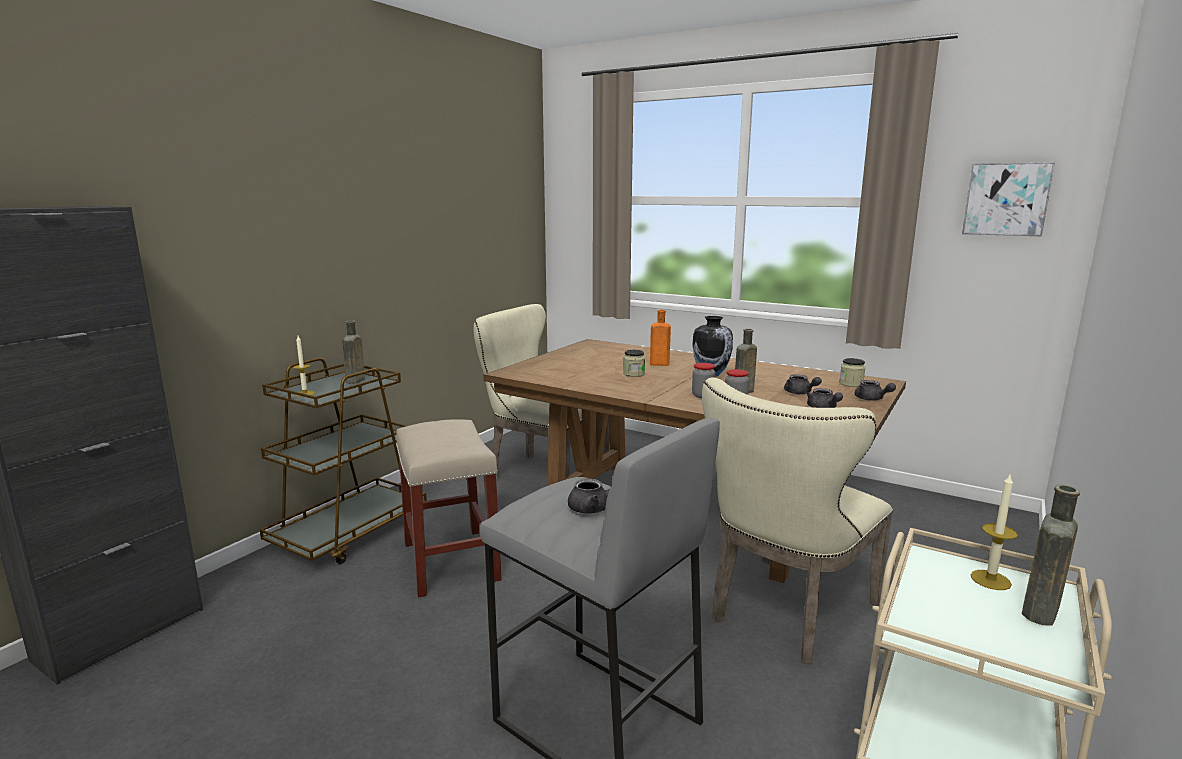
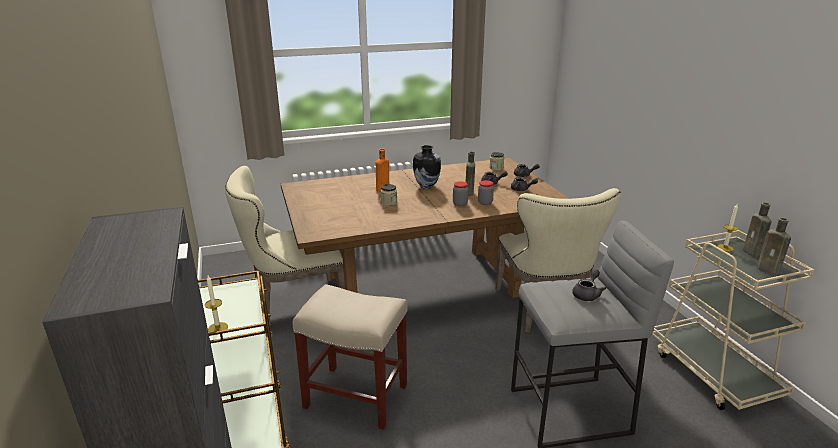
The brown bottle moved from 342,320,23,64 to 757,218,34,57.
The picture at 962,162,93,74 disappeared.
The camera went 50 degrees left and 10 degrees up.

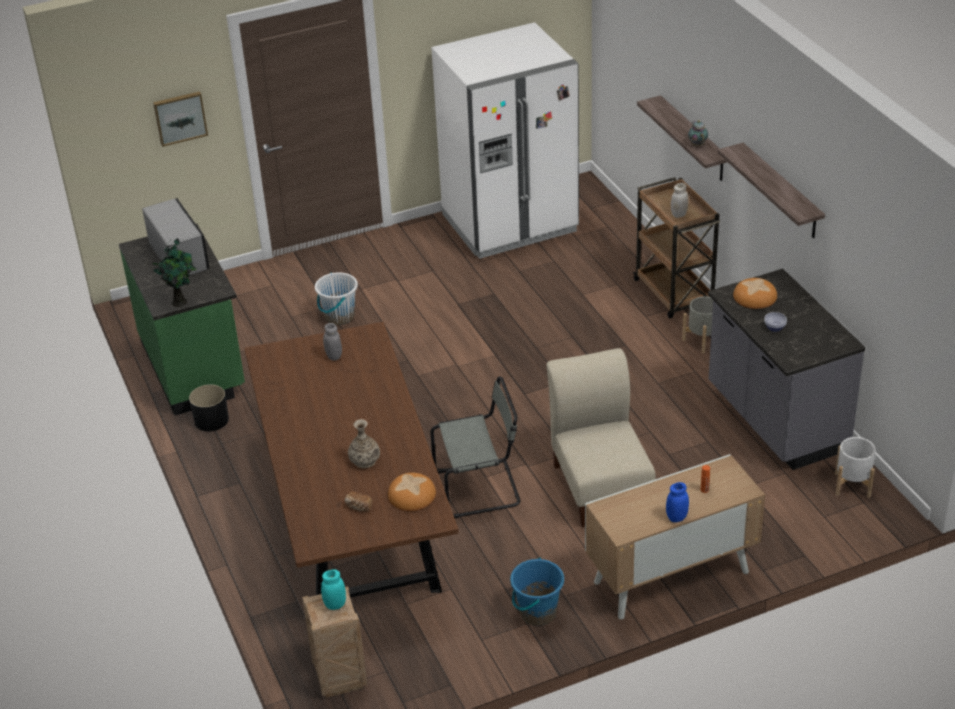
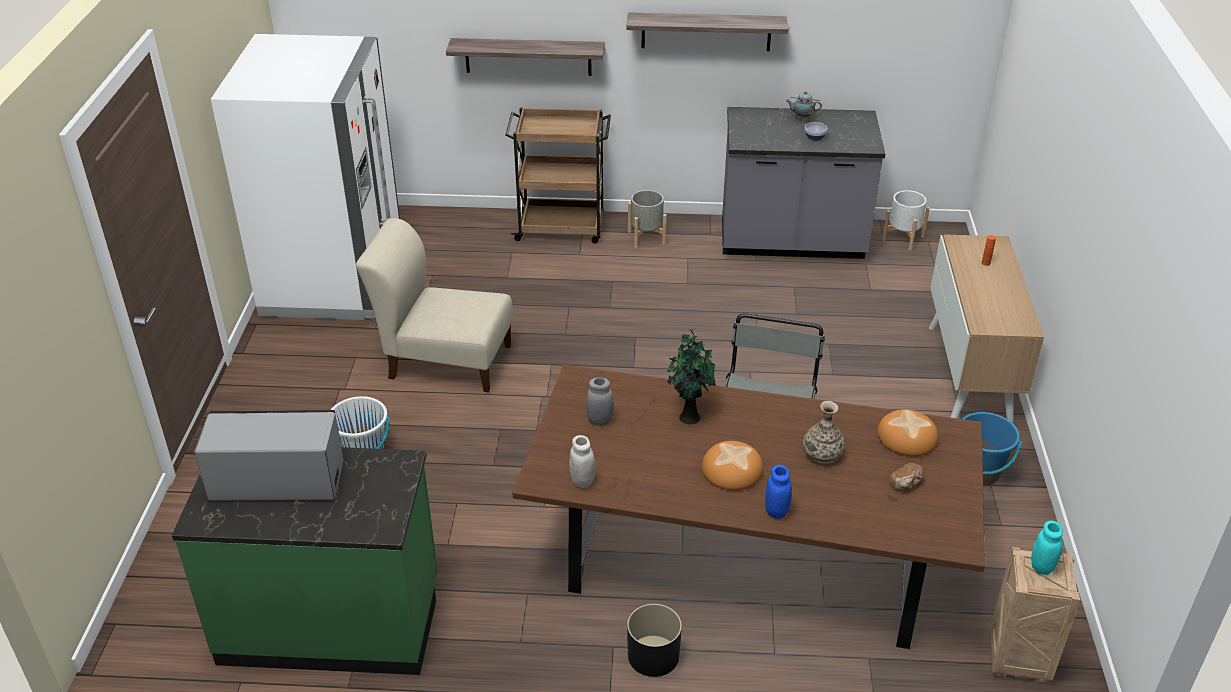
The beige chair moved from 547,348,108,179 to 356,218,157,174.
The white jar moved from 671,183,17,35 to 569,435,26,53.
The black planter moved from 189,384,40,48 to 627,604,55,73.
The potted plant moved from 152,238,45,69 to 667,328,49,96.
The bread moved from 733,278,44,31 to 702,441,61,49.
The blue jar moved from 666,482,23,40 to 765,465,27,54.
The teapot moved from 688,120,20,26 to 786,91,36,29.
The picture at 153,91,55,56 disappeared.
The camera went 65 degrees left and 0 degrees up.

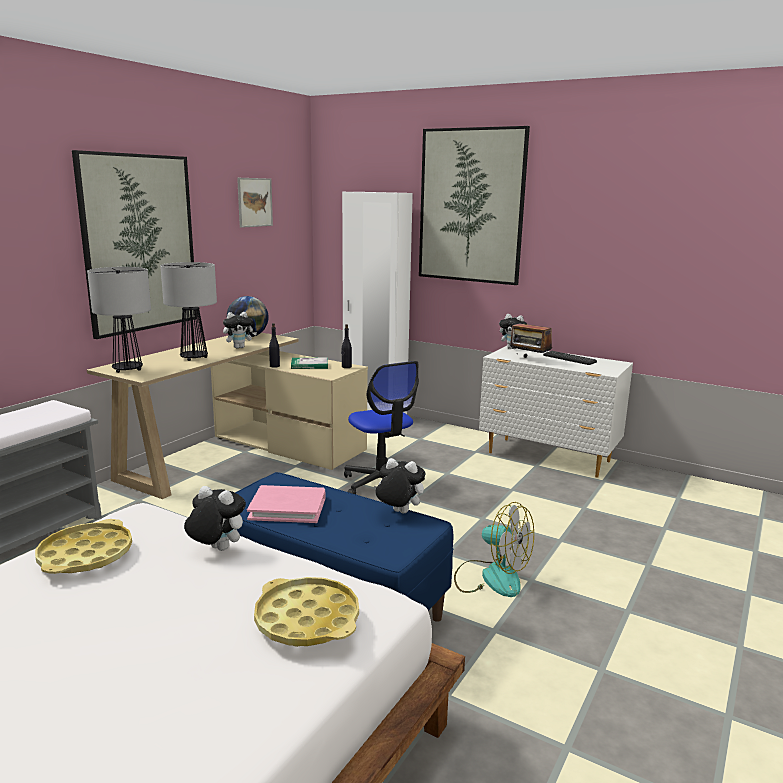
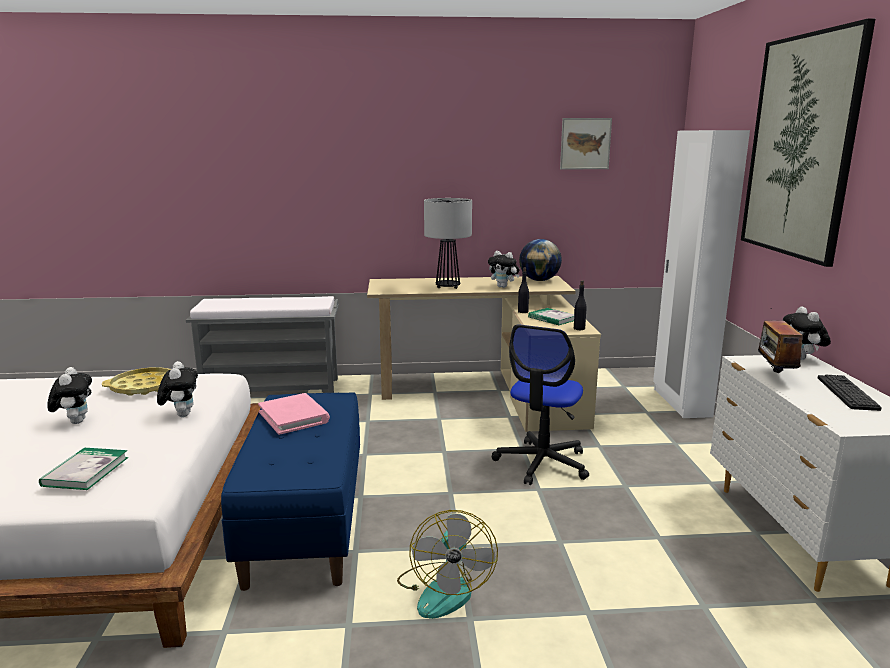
The yellow tray at 254,577,105,70 was replaced by the book at 39,447,89,43.
The plush toy moved from 374,458,51,55 to 48,367,44,57.
The picture at 72,150,126,189 disappeared.
The table lamp at 87,267,64,106 disappeared.
The camera went 55 degrees right and 0 degrees up.

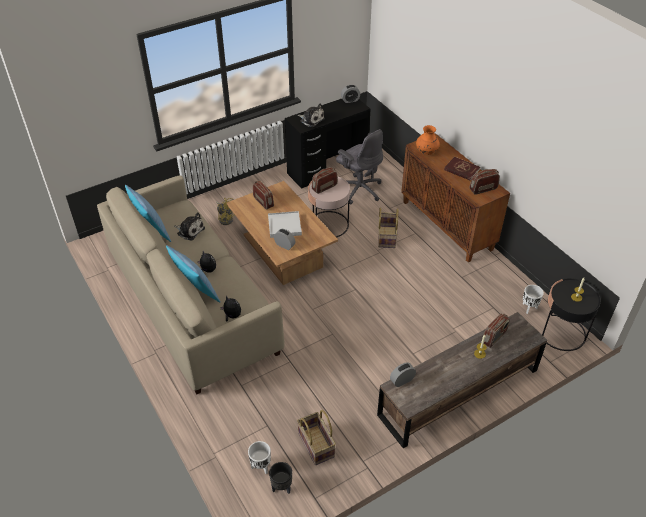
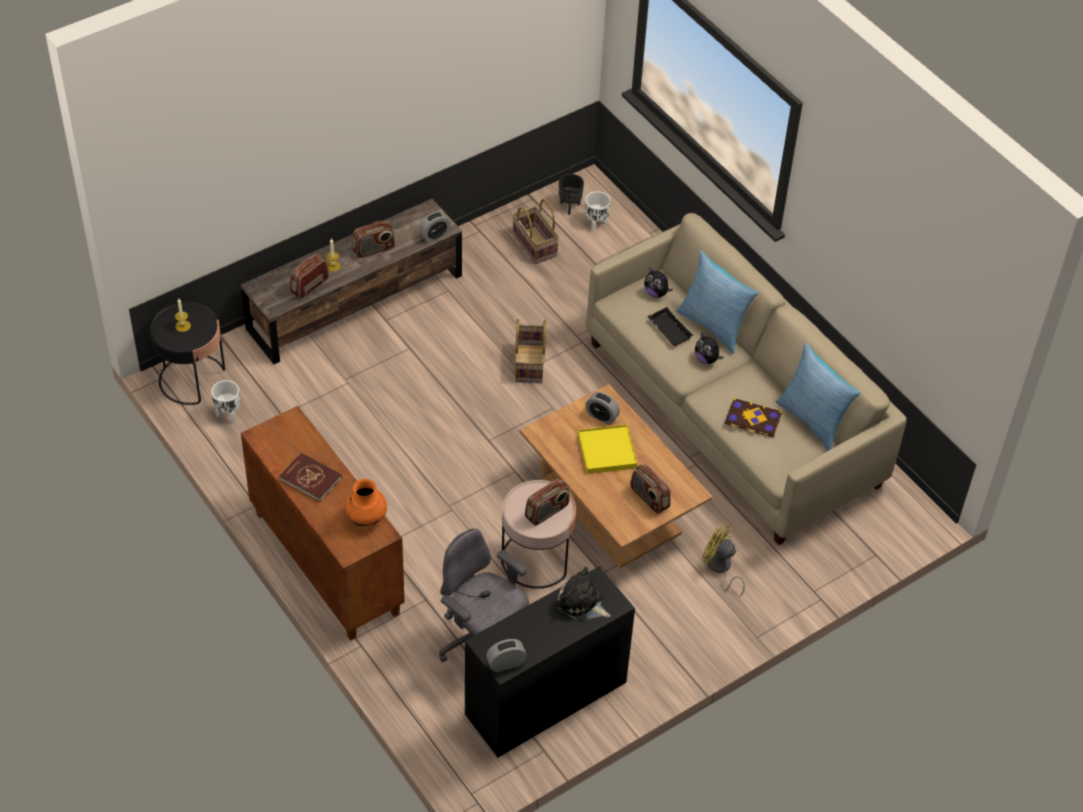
The radio moved from 469,169,30,26 to 352,221,43,37.
The basket moved from 378,207,20,41 to 515,319,31,64.
The white tray at 268,211,34,27 became the yellow tray at 578,425,59,49.
The black tray at 647,307,46,39 appeared.
The plush toy at 174,212,31,29 was replaced by the book at 725,398,57,40.
The camera went 175 degrees right and 5 degrees up.

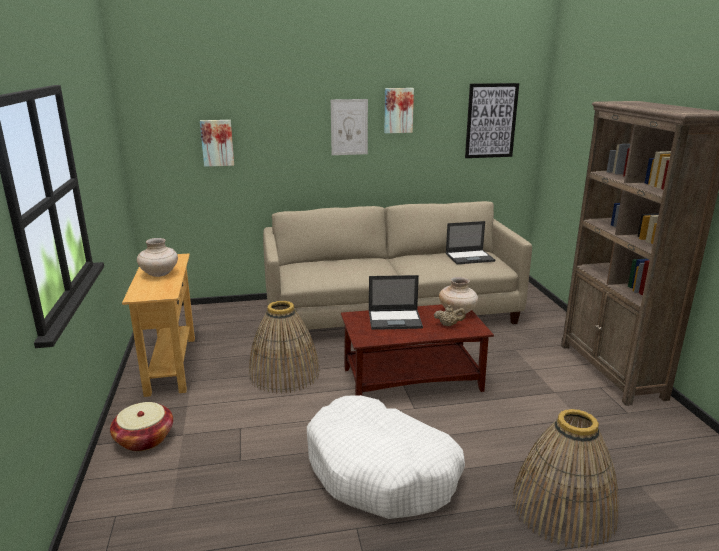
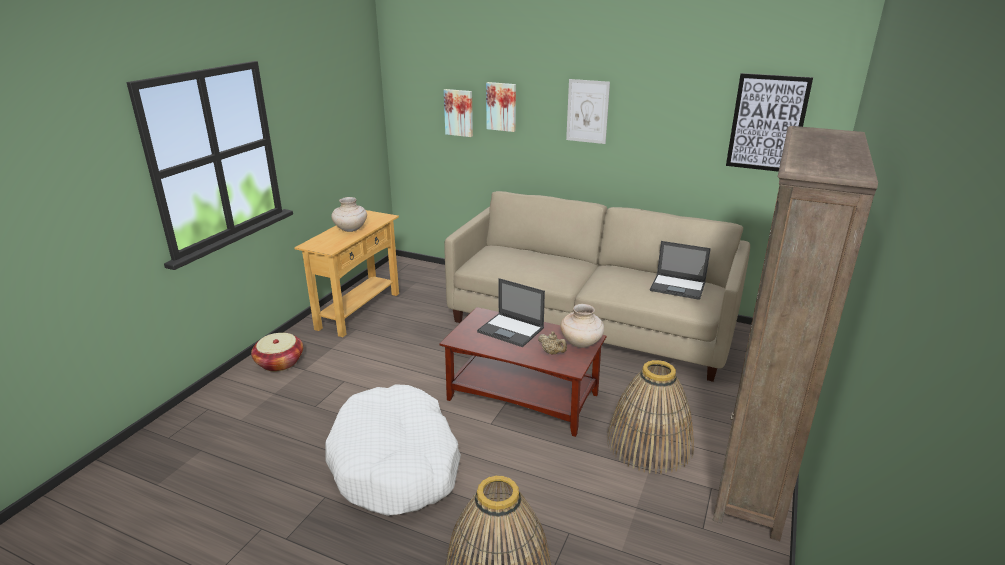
The picture moved from 384,88,30,45 to 486,82,30,50.
The basket moved from 249,301,71,92 to 607,360,87,114.
The camera went 35 degrees right and 5 degrees up.

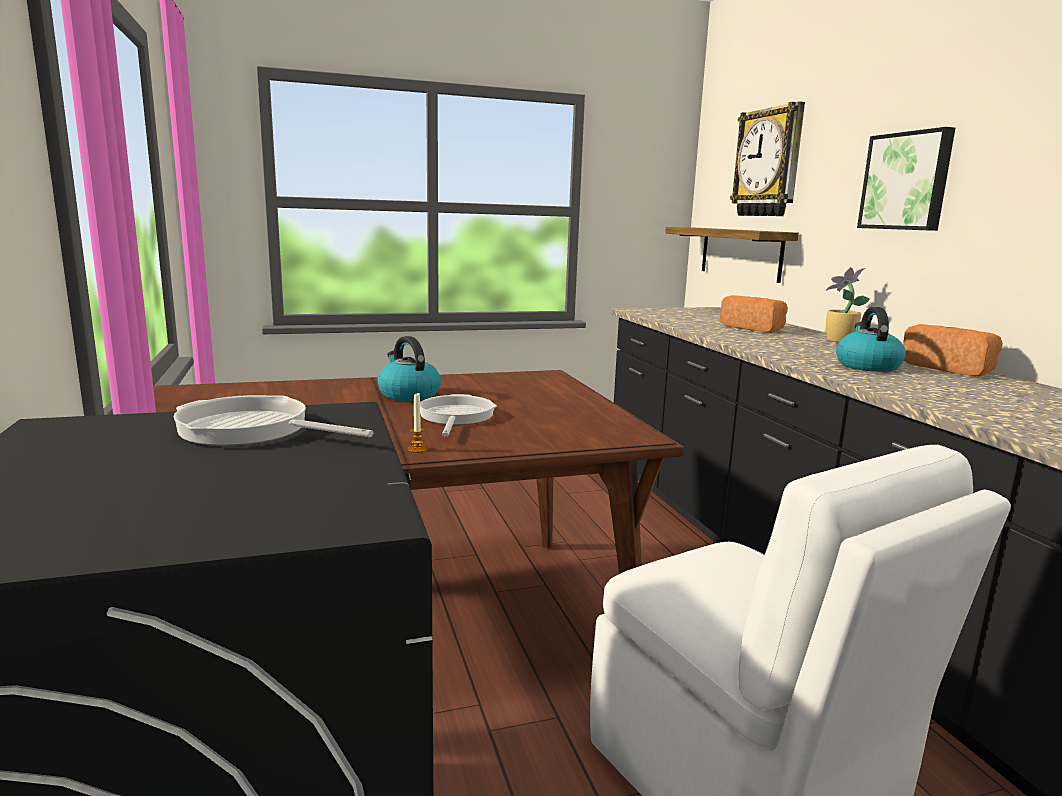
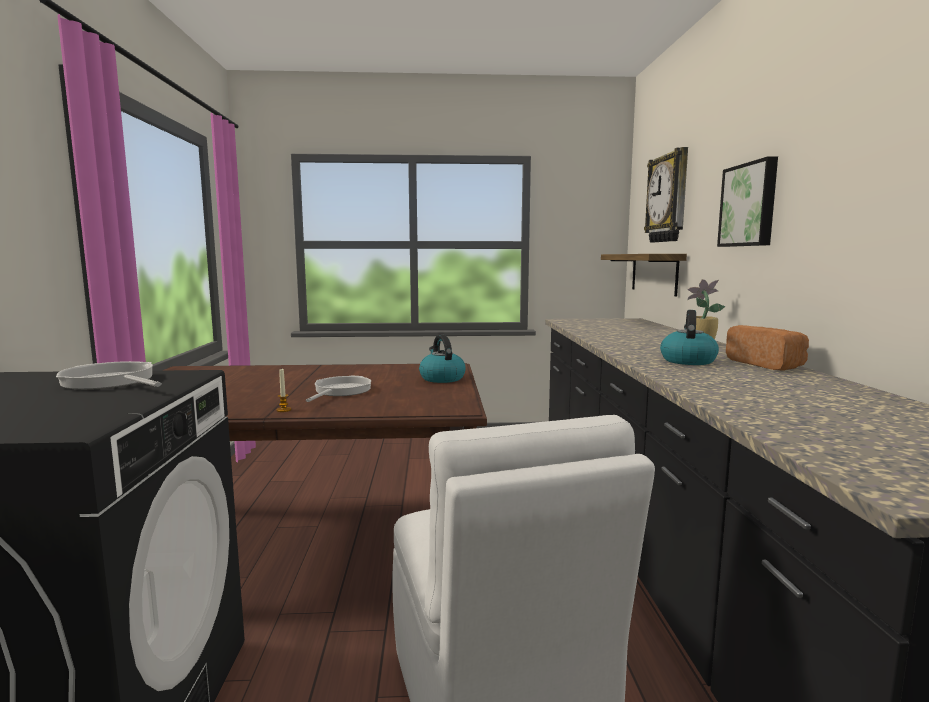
The kettle moved from 378,336,63,65 to 419,335,47,48.
The bread at 720,295,68,38 disappeared.
The camera went 15 degrees right and 5 degrees down.

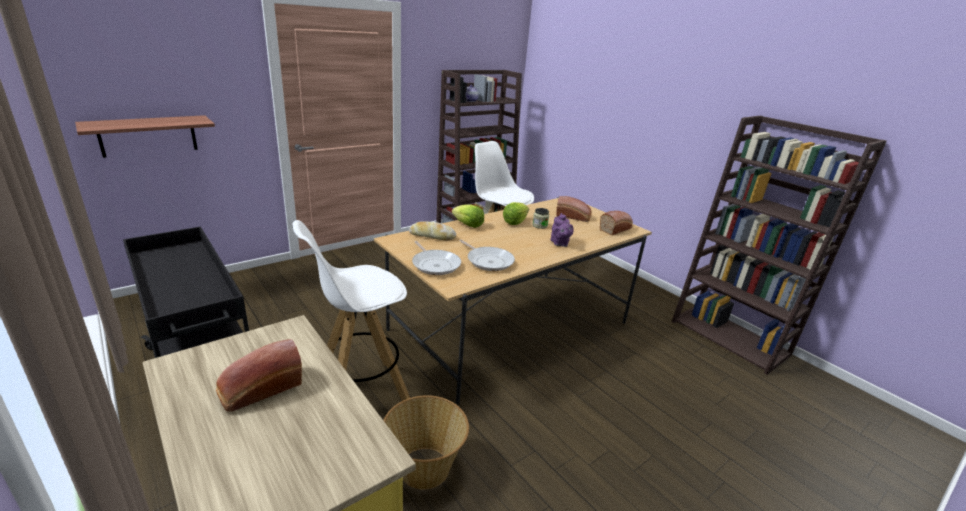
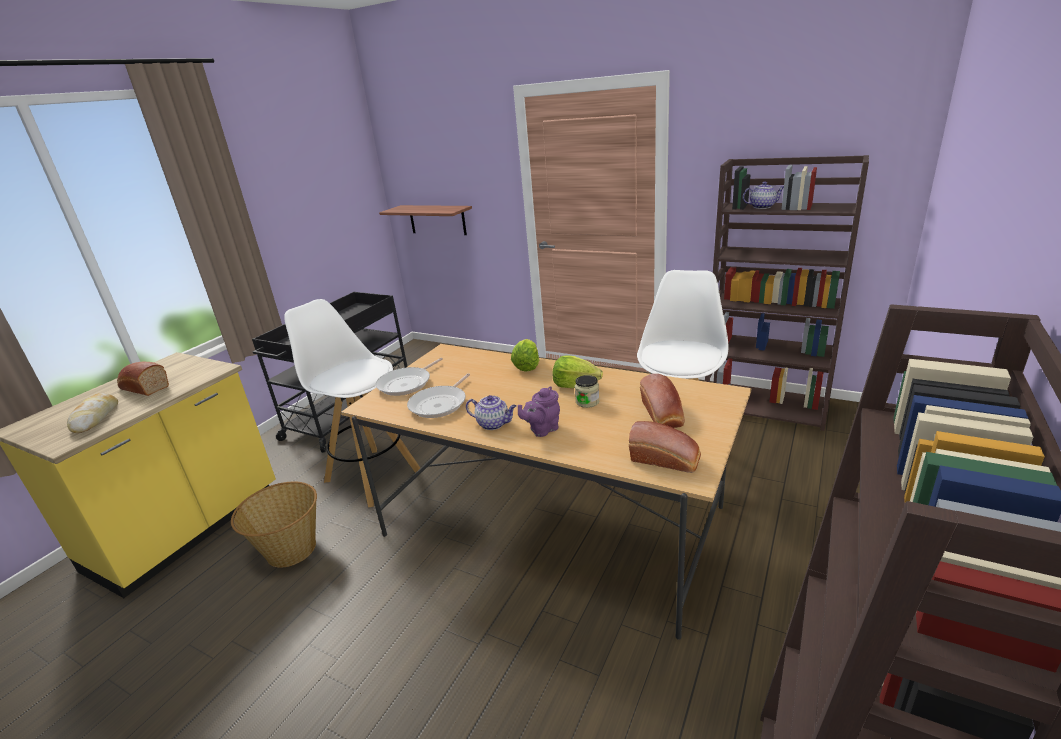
The bread moved from 409,221,47,19 to 67,393,51,40.
The teapot at 466,395,51,35 appeared.
The camera went 70 degrees right and 0 degrees up.

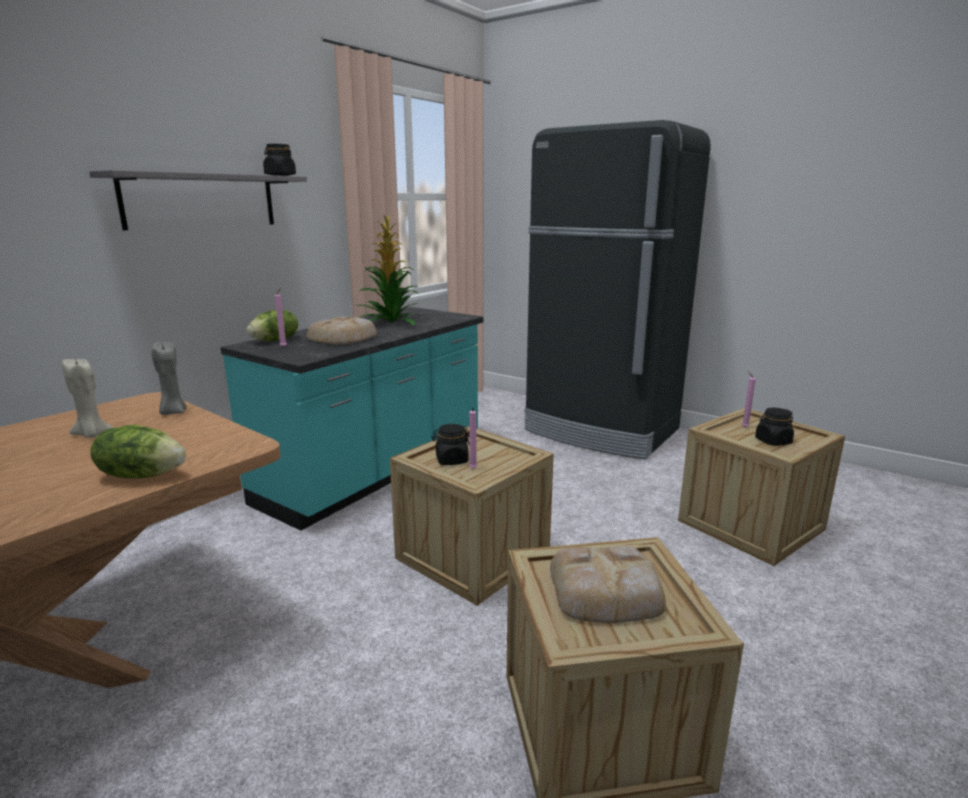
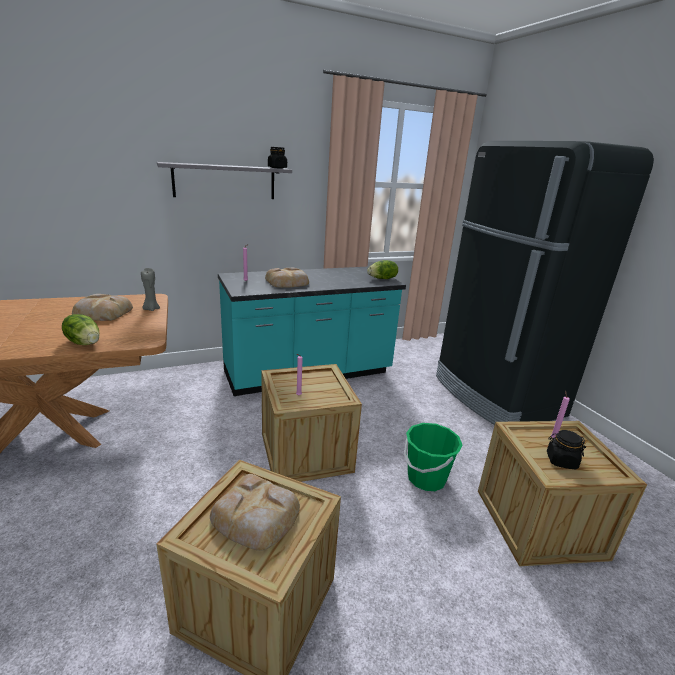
The beige candle at 62,358,51,80 was replaced by the bread at 72,294,61,27.
The lettuce moved from 247,310,51,31 to 367,260,31,19.
The green bucket at 404,423,59,68 appeared.
The potted plant at 355,214,65,111 disappeared.
The black jar at 431,424,39,41 disappeared.
The camera went 30 degrees right and 5 degrees up.

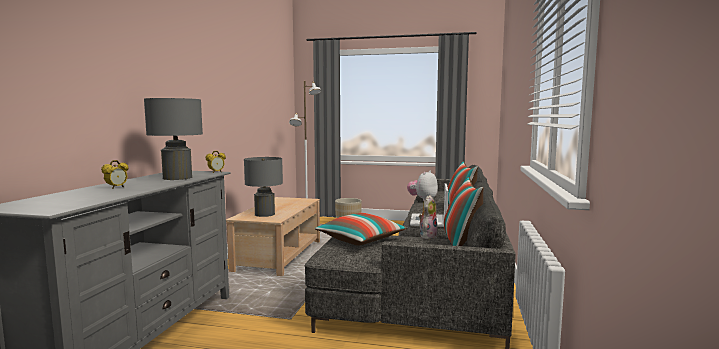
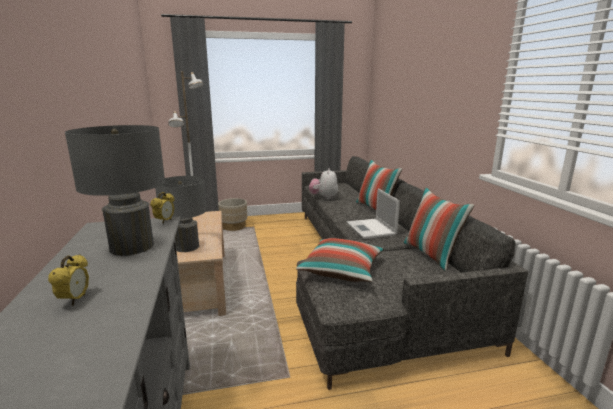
The plush toy at 419,195,18,44 disappeared.
The camera went 25 degrees left and 10 degrees up.

